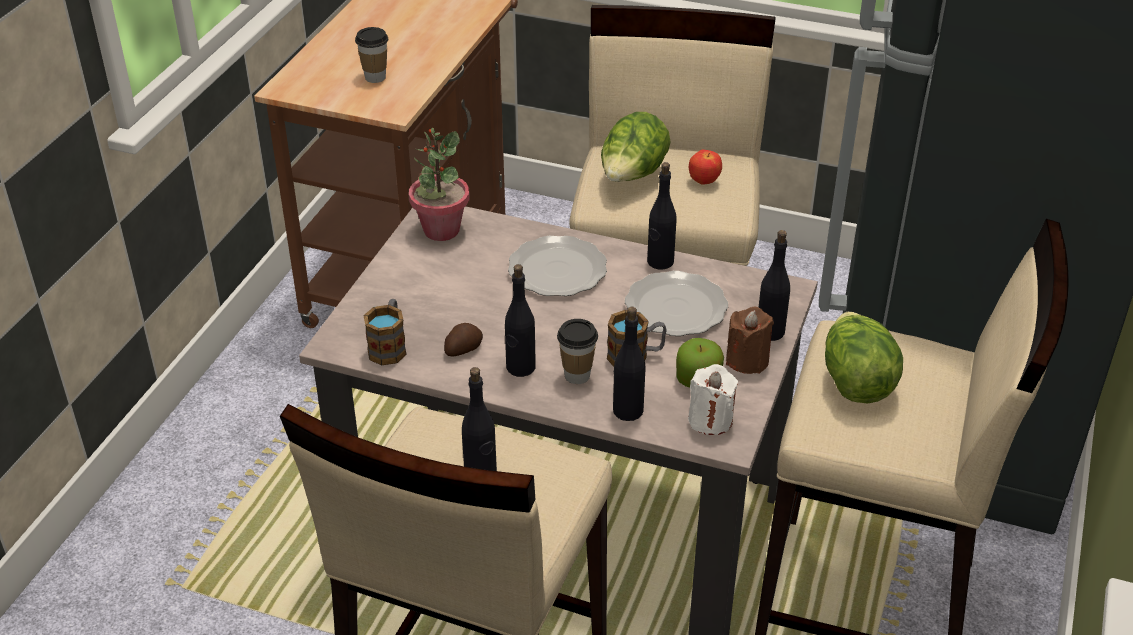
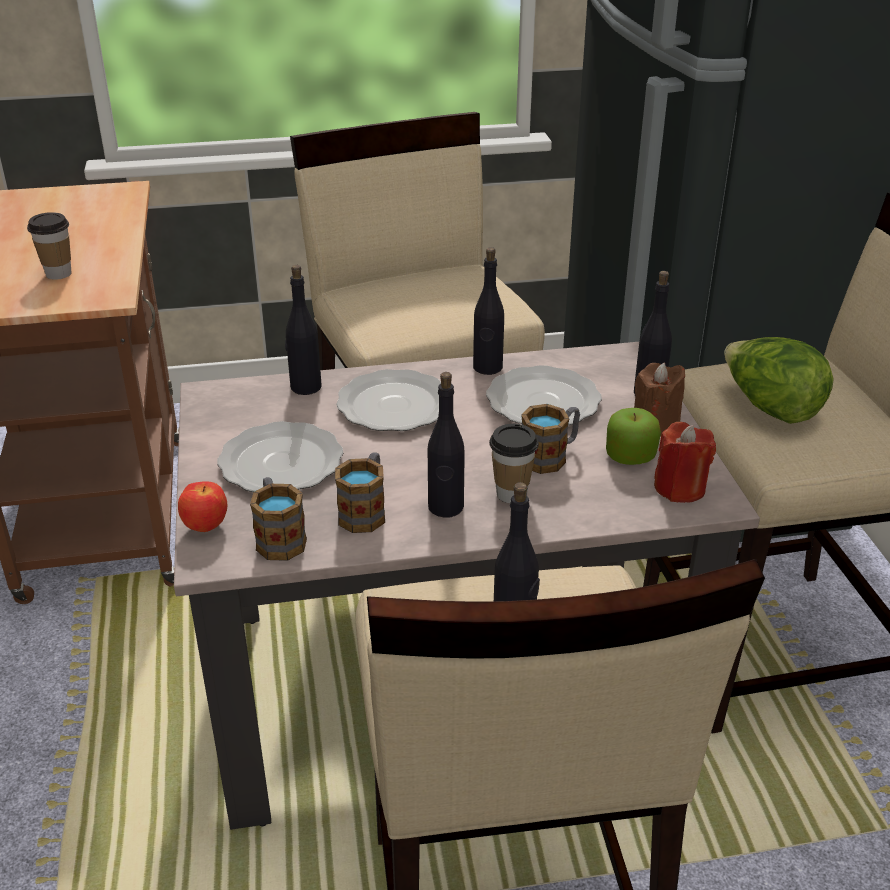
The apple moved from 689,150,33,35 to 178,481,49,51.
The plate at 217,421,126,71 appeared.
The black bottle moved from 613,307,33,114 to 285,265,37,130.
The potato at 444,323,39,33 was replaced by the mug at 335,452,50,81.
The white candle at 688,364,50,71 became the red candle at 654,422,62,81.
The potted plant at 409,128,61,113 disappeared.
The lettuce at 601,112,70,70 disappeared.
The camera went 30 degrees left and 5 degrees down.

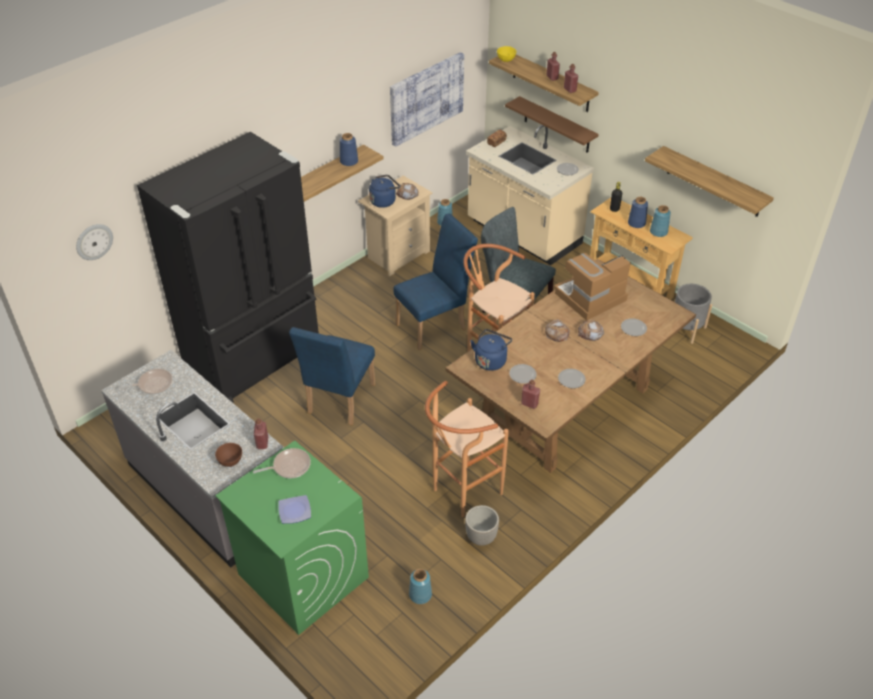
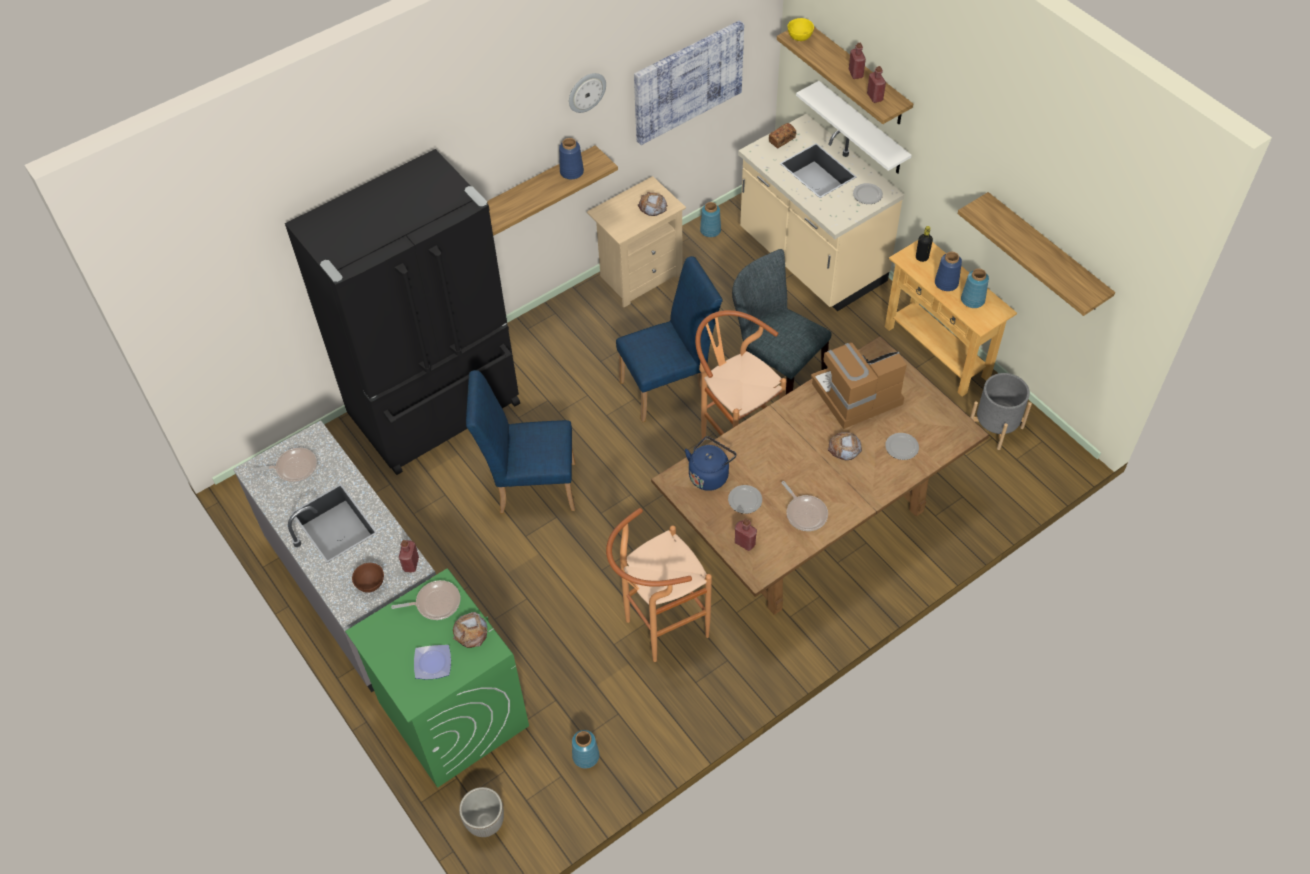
The bread moved from 545,319,25,23 to 453,612,34,36.
The planter moved from 465,505,34,41 to 459,787,45,50.
The blue chair at 289,327,87,98 turned 60 degrees clockwise.
The wall clock moved from 76,224,37,36 to 569,73,37,40.
The plate at 558,369,28,19 was replaced by the frying pan at 781,481,47,50.
The brown shelf at 505,96,94,57 became the white shelf at 796,81,116,93.
The blue kettle at 369,175,31,33 disappeared.
The camera went 10 degrees right and 10 degrees up.

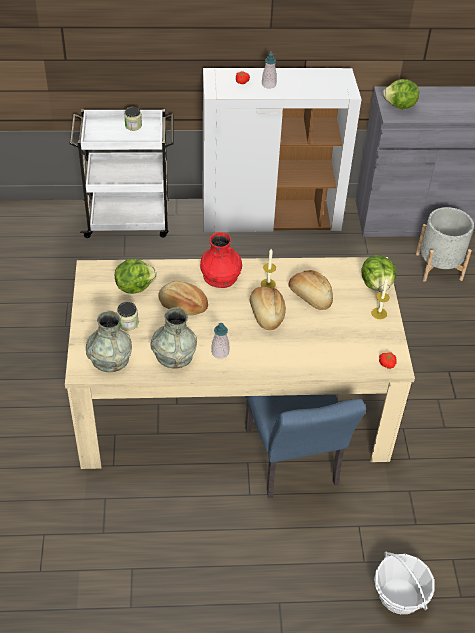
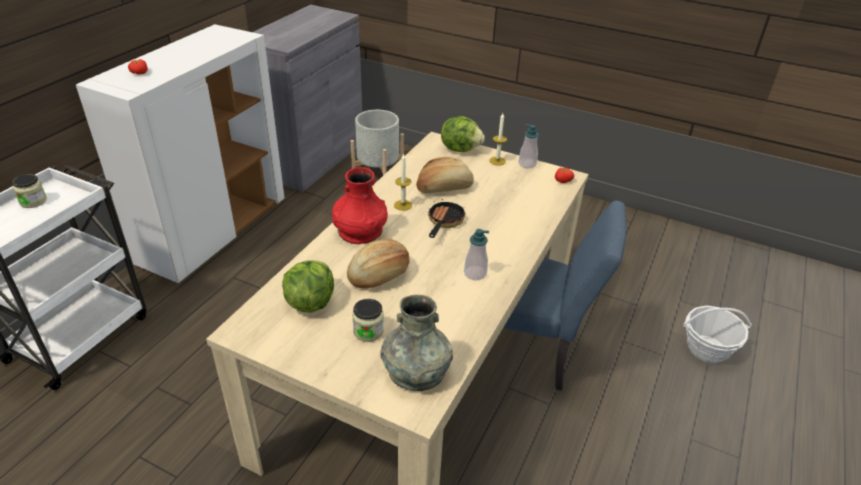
The bread at 250,287,36,43 was replaced by the frying pan at 428,199,38,39.
The soap dispenser moved from 262,51,15,38 to 518,124,21,44.
The grey vase at 150,307,47,62 disappeared.
The lettuce at 383,79,36,30 disappeared.
The camera went 60 degrees left and 10 degrees down.

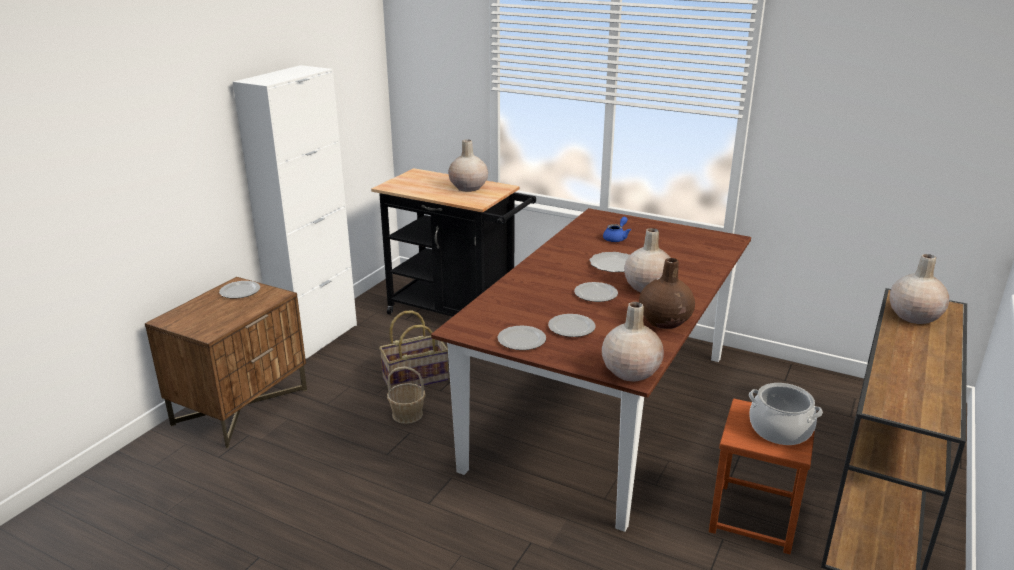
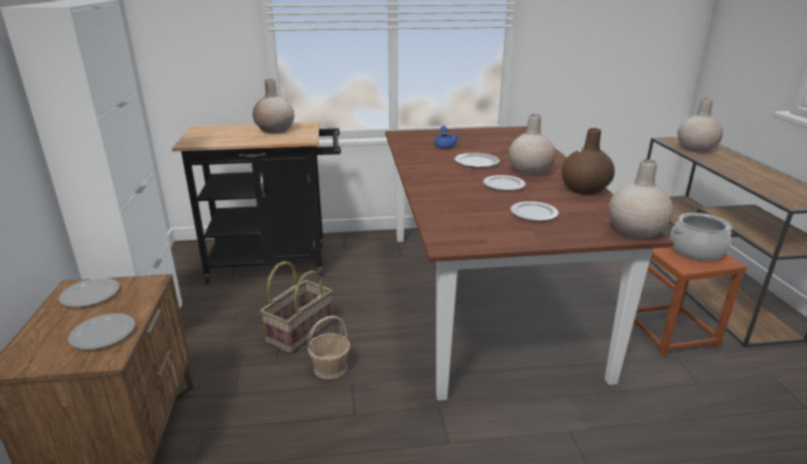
The plate moved from 497,326,49,24 to 68,313,67,37.
The camera went 35 degrees left and 0 degrees up.

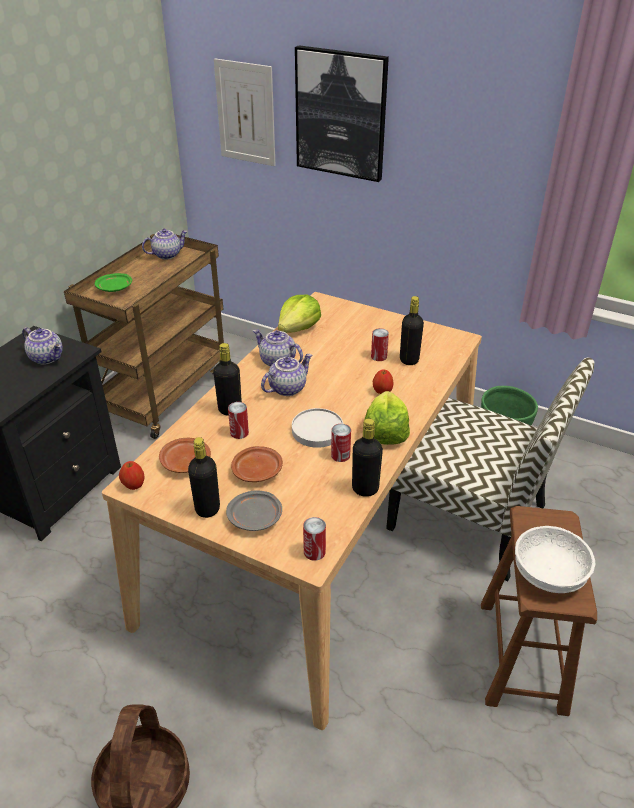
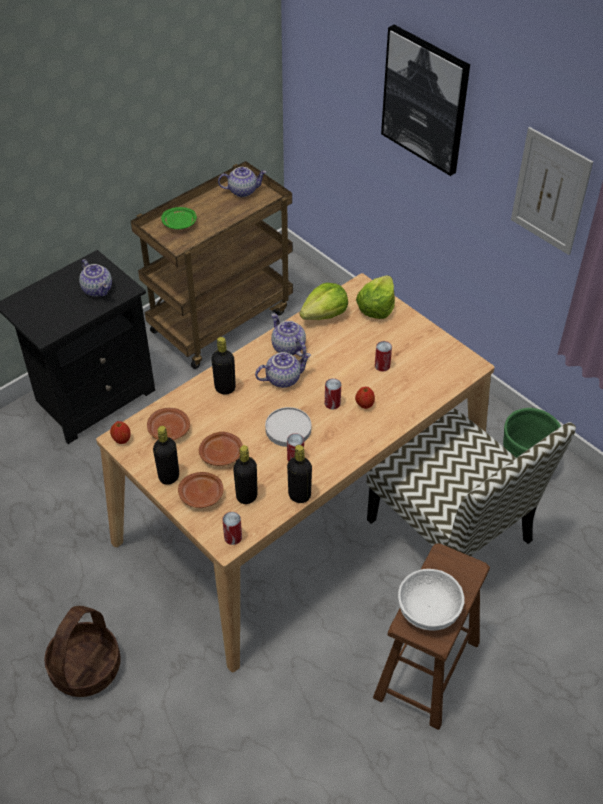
The grey plate at 226,491,56,40 became the brown plate at 178,472,45,36.
The black bottle moved from 400,296,24,69 to 233,445,25,59.
The can moved from 228,402,21,37 to 325,378,16,31.
The lettuce moved from 363,391,47,54 to 356,275,39,44.
The picture moved from 214,58,62,108 to 511,127,82,128.
The camera went 20 degrees right and 10 degrees up.

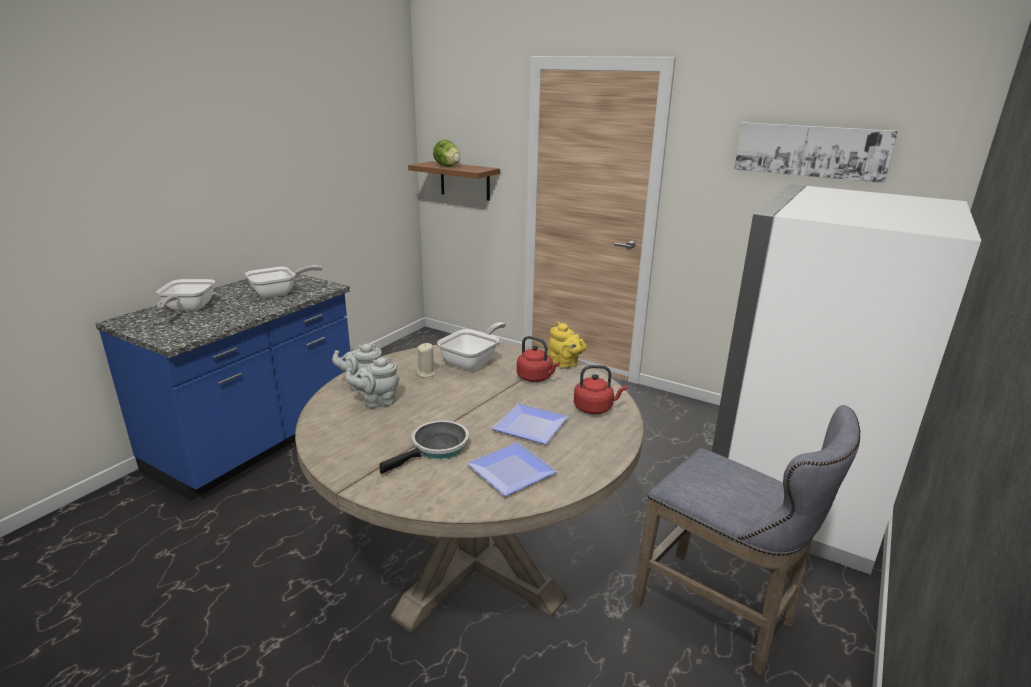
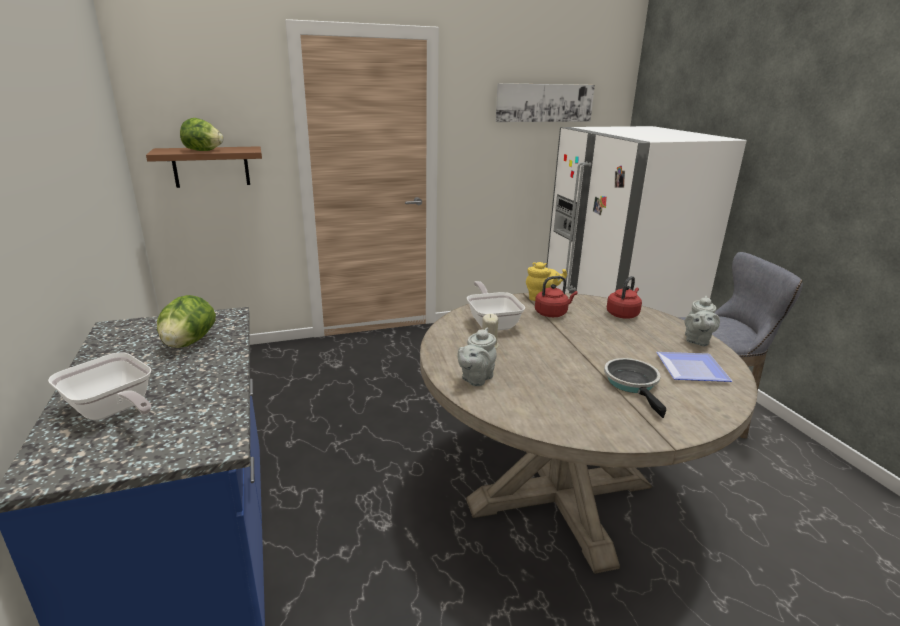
The frying pan at 245,265,77,33 was replaced by the lettuce at 157,295,59,53.
The grey teapot moved from 345,357,54,51 to 685,296,35,50.
The plate at 492,403,76,41 disappeared.
The camera went 50 degrees left and 0 degrees up.

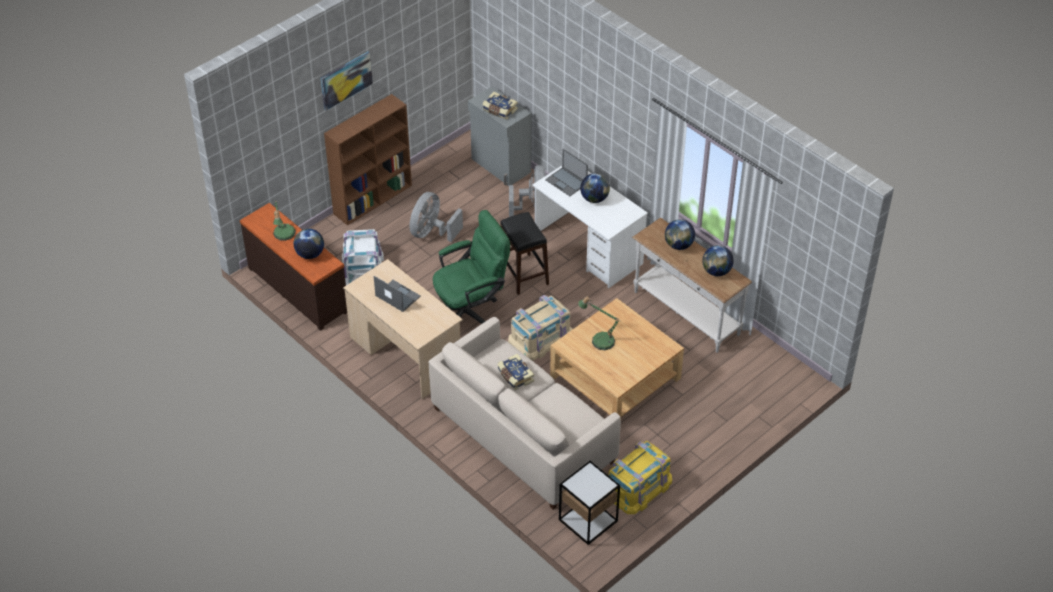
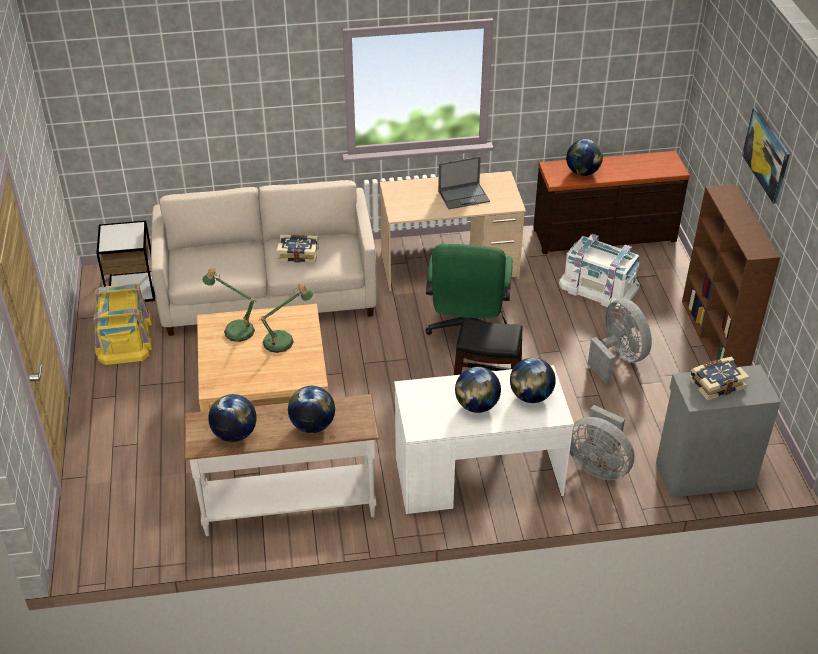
The table lamp moved from 273,201,23,40 to 202,268,54,74.
The laptop at 545,149,43,47 was replaced by the globe at 510,358,46,45.
The beige storage box at 508,295,65,66 disappeared.
The camera went 125 degrees right and 5 degrees down.

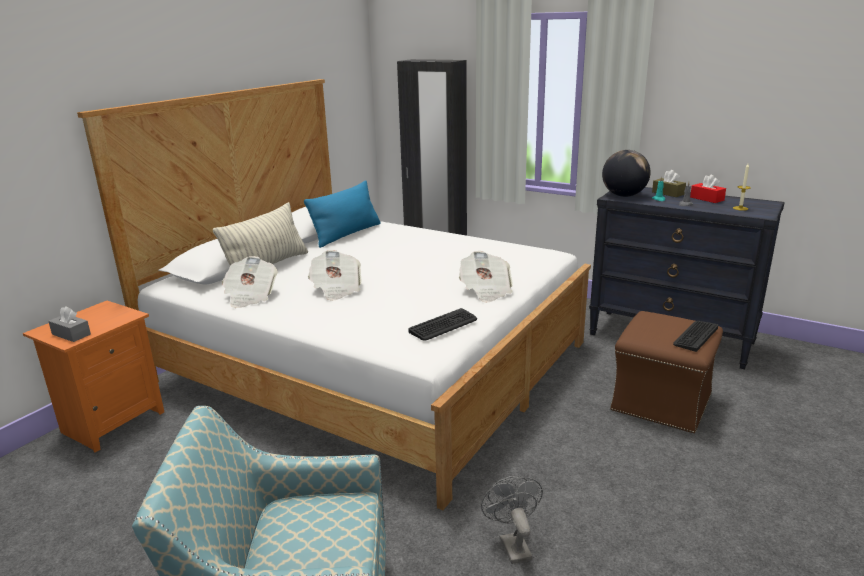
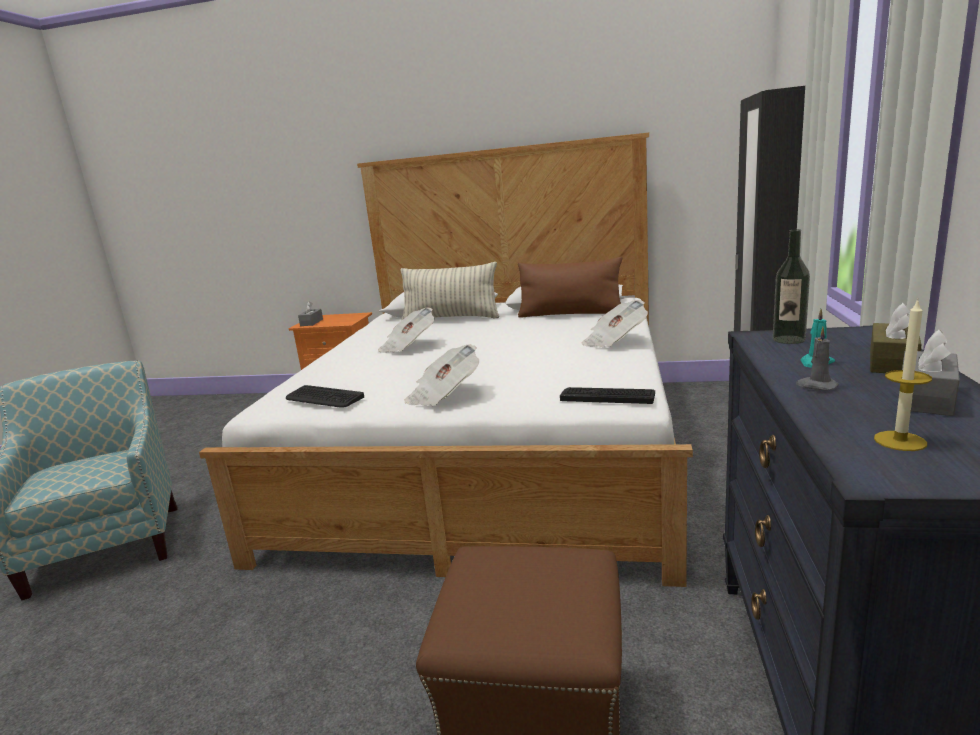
The blue pillow at 304,180,76,68 became the brown pillow at 518,257,104,61.
The keyboard moved from 673,321,45,31 to 560,387,95,17.
The newspaper moved from 222,256,56,52 to 582,300,66,47.
The globe at 602,150,49,47 was replaced by the bottle at 773,229,37,115.
The red tissue box at 690,175,36,28 became the grey tissue box at 897,329,63,87.
The grey fan at 481,476,62,88 disappeared.
The camera went 70 degrees right and 5 degrees down.

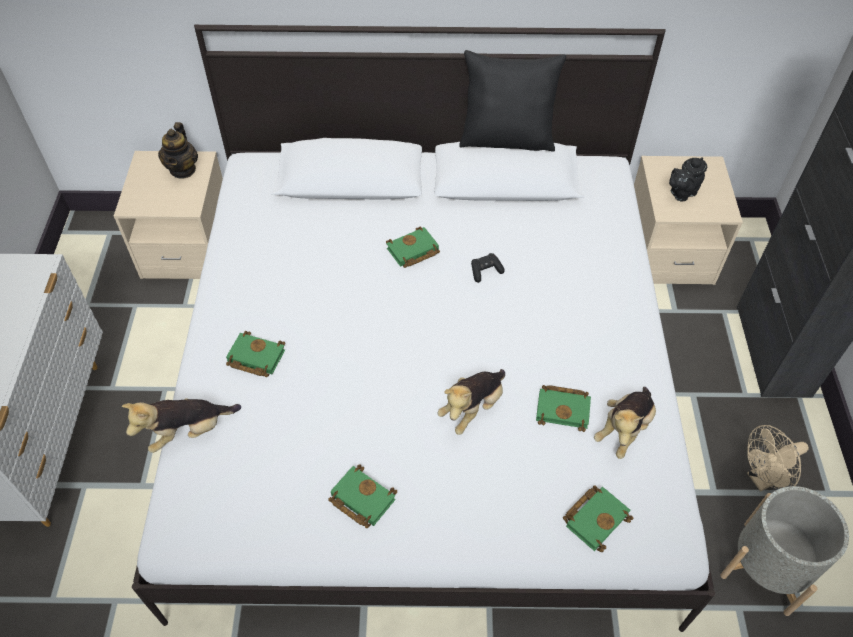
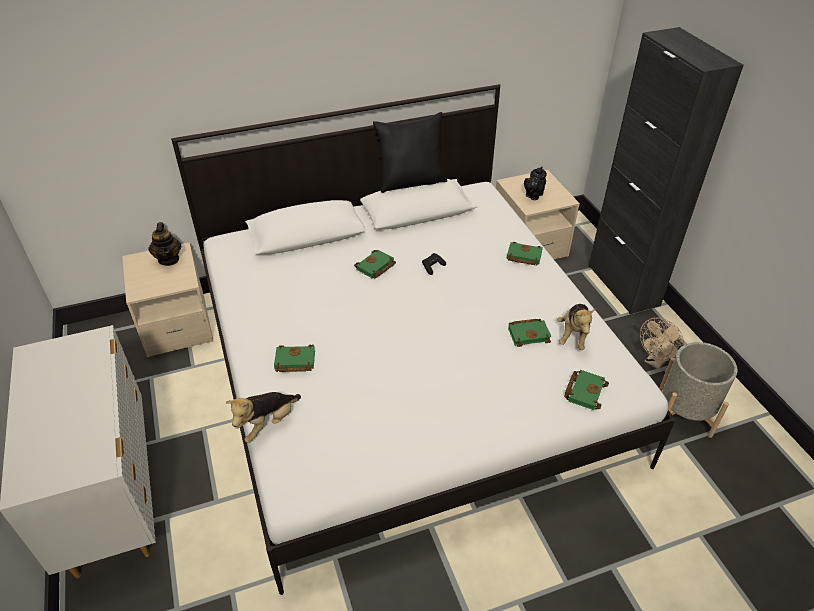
The green book moved from 328,464,69,65 to 507,242,36,24.
The plush toy at 438,369,67,66 disappeared.
The camera went 20 degrees left and 10 degrees down.

